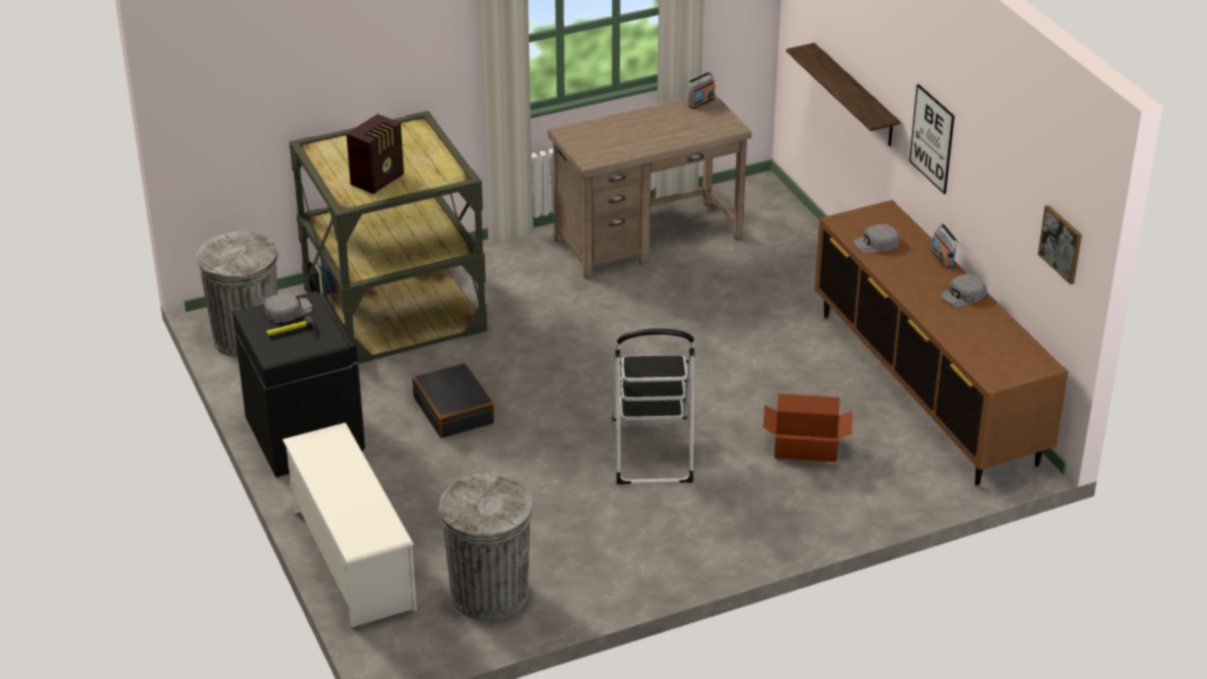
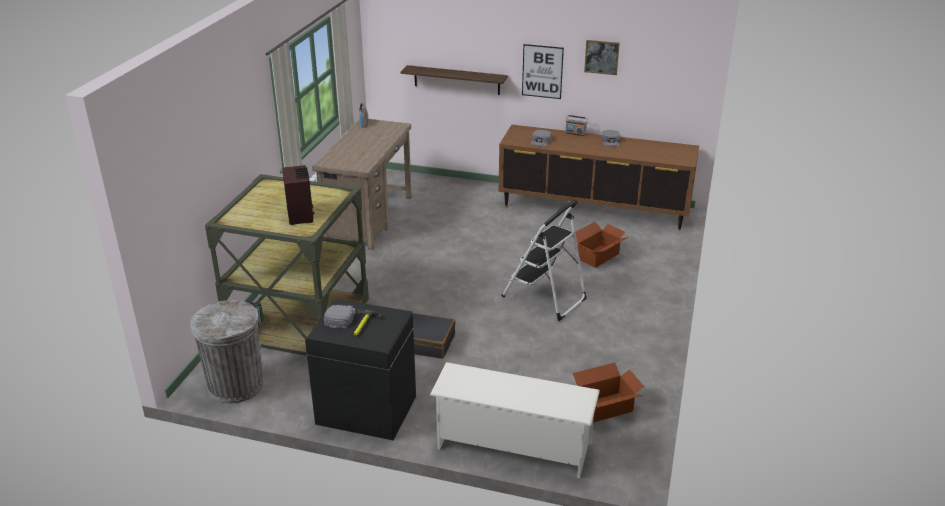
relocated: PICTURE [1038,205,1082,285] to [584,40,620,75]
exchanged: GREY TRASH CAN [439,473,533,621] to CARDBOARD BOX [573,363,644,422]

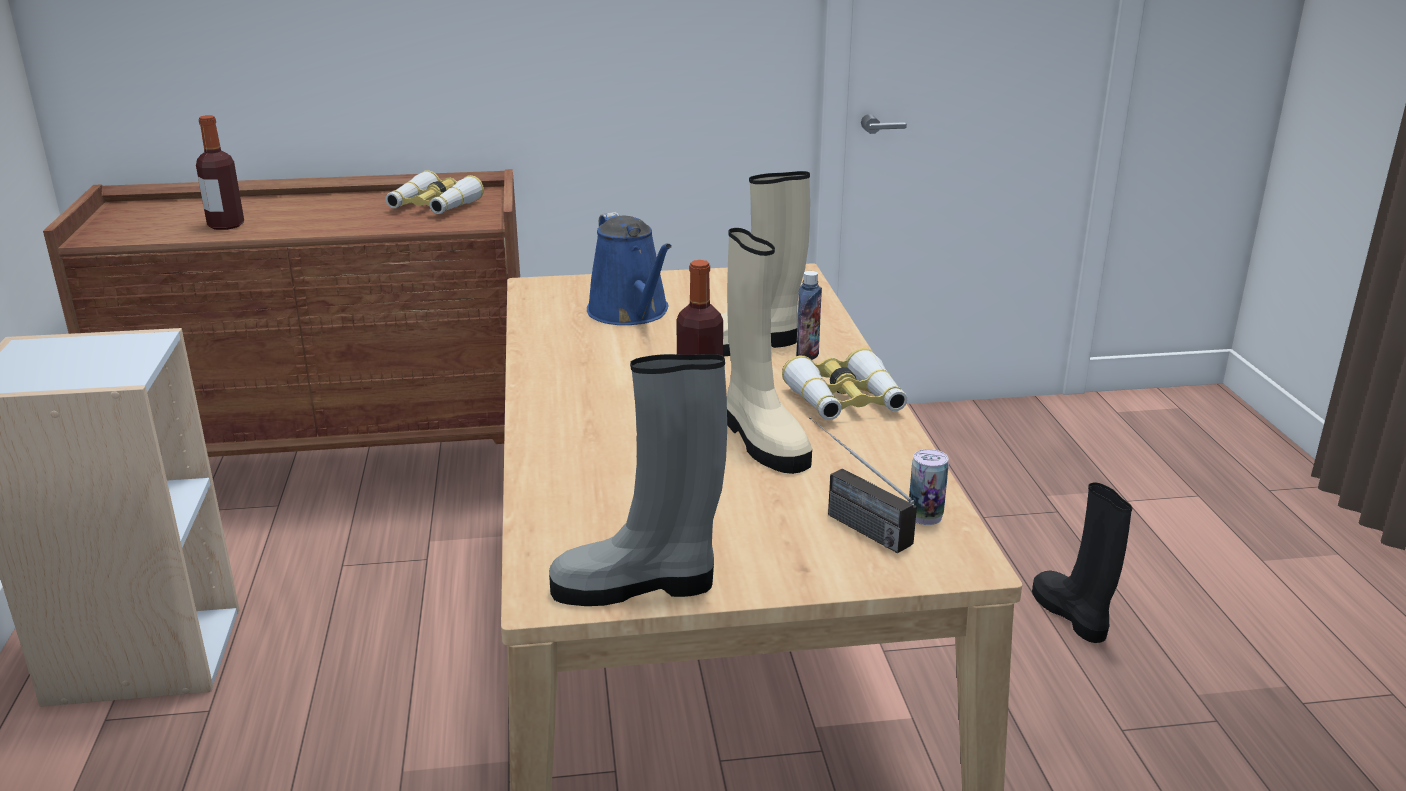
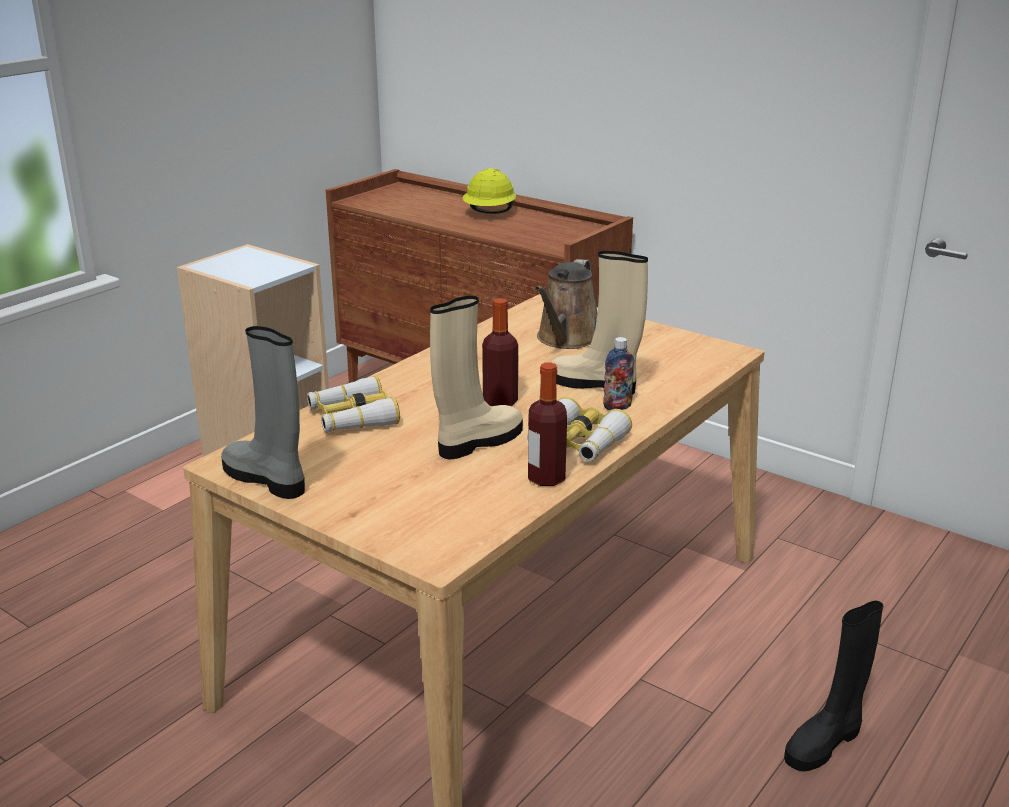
missing: RADIO [809,417,917,553]; CAN [909,449,949,525]
appeared: YELLOW HARD HAT [463,168,516,214]
relocated: BOTTLE [196,115,244,230] to [528,362,567,486]; BINOCULARS [386,170,484,214] to [307,376,400,432]
colour: BLUE WATERING CAN [587,212,672,325] to BROWN WATERING CAN [535,259,598,349]
spun: BEIGE BOOT [727,228,812,474] = [430,296,523,460] 150 degrees counterclockwise; BLACK BOOT [1032,482,1132,643] = [784,601,883,771] 150 degrees counterclockwise

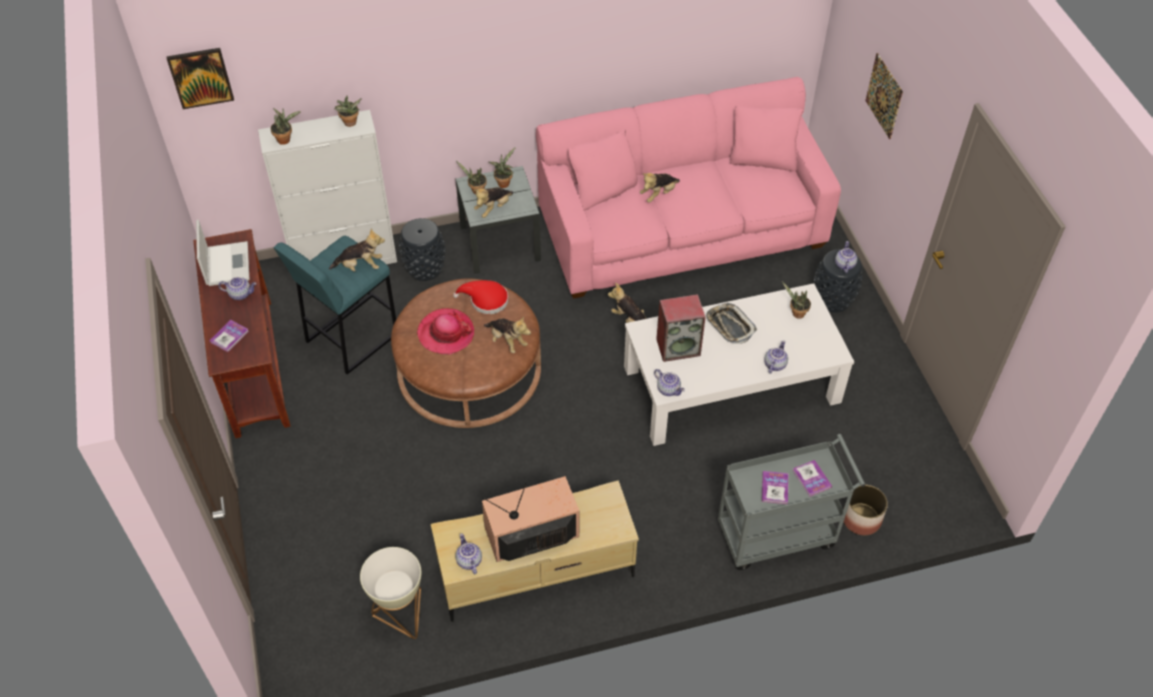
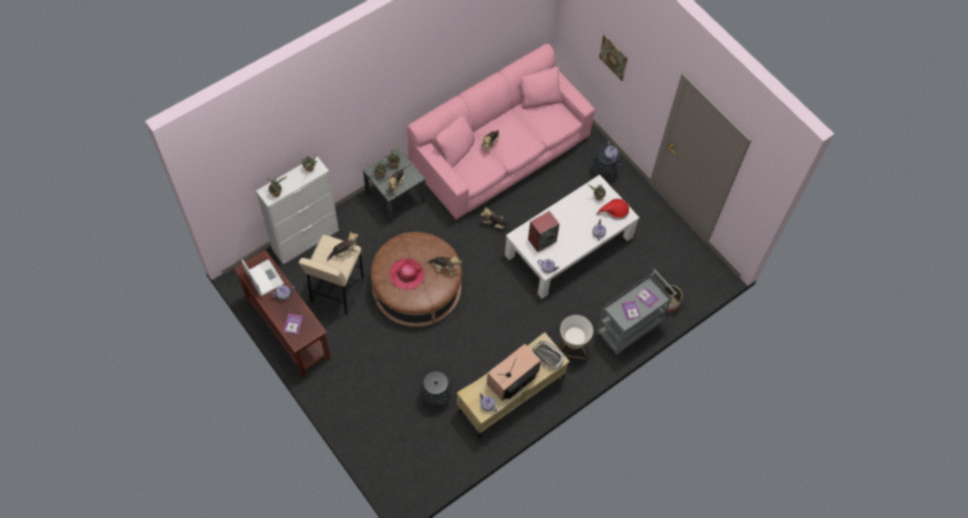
missing: PICTURE [166,48,234,109]
relocated: PLANTER [360,547,421,639] to [559,315,593,359]; BLACK STOOL [399,218,446,281] to [420,371,452,407]; RED HAT [453,280,509,314] to [596,199,629,220]; TRAY [705,303,757,344] to [532,341,565,370]
colour: TURQUOISE STOOL [273,236,396,375] to BEIGE STOOL [299,235,364,315]

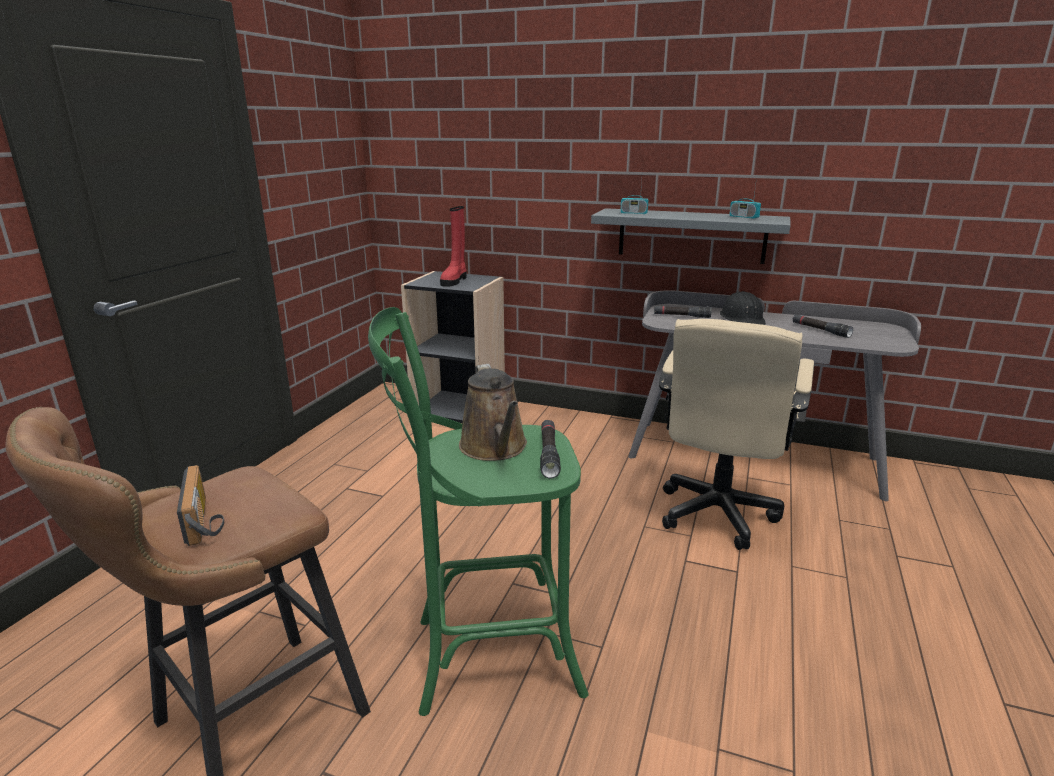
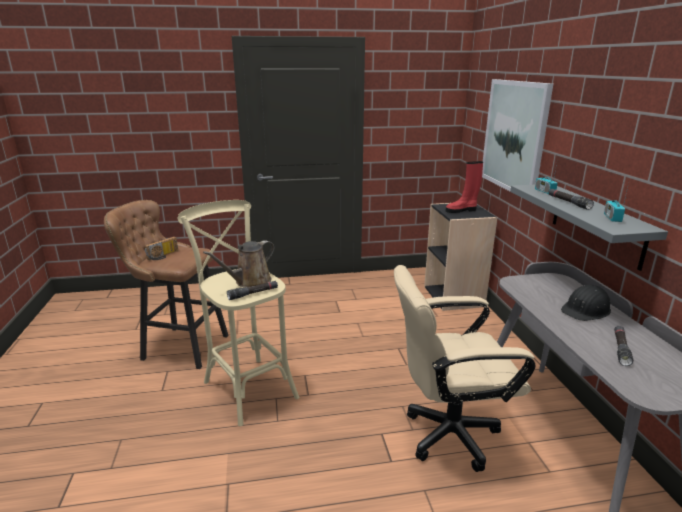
appeared: PICTURE [482,79,553,191]
relocated: BLACK FLASHLIGHT [654,306,712,318] to [549,189,594,210]
colour: GREEN STOOL [368,307,589,716] to BEIGE STOOL [178,200,299,426]

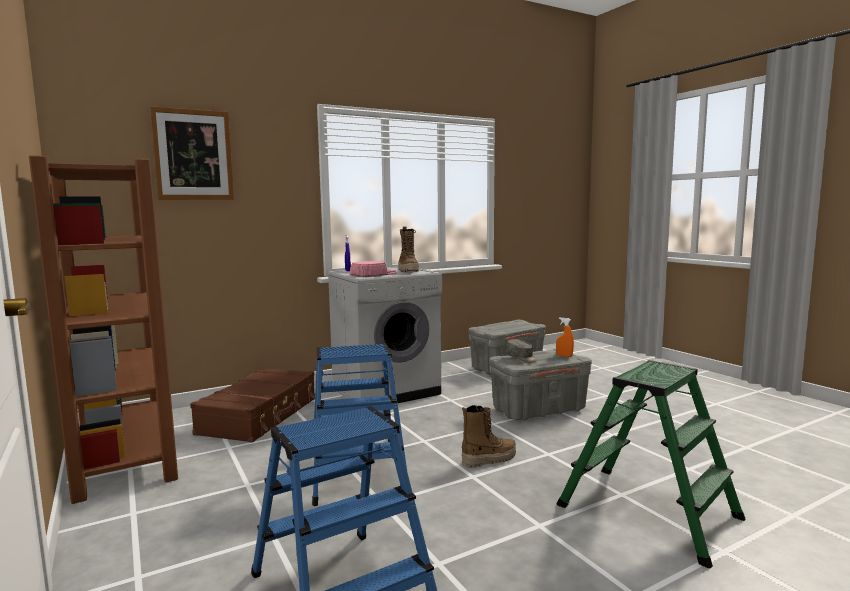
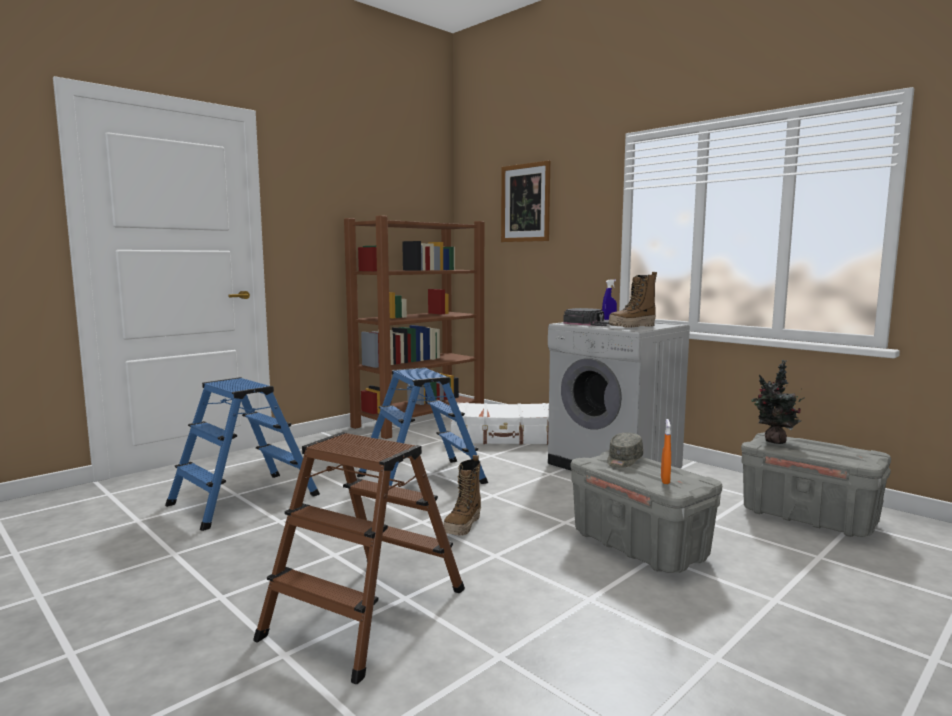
appeared: POTTED PLANT [751,360,805,444]
colour: BROWN SUITCASE [190,368,315,443] to WHITE SUITCASE [450,402,549,445]; PINK CAP [350,261,396,277] to BLACK CAP [563,308,609,326]; GREEN STEP LADDER [557,360,746,568] to BROWN STEP LADDER [253,432,465,684]
spun: BOOT [462,405,516,468] = [444,455,481,535] 60 degrees clockwise

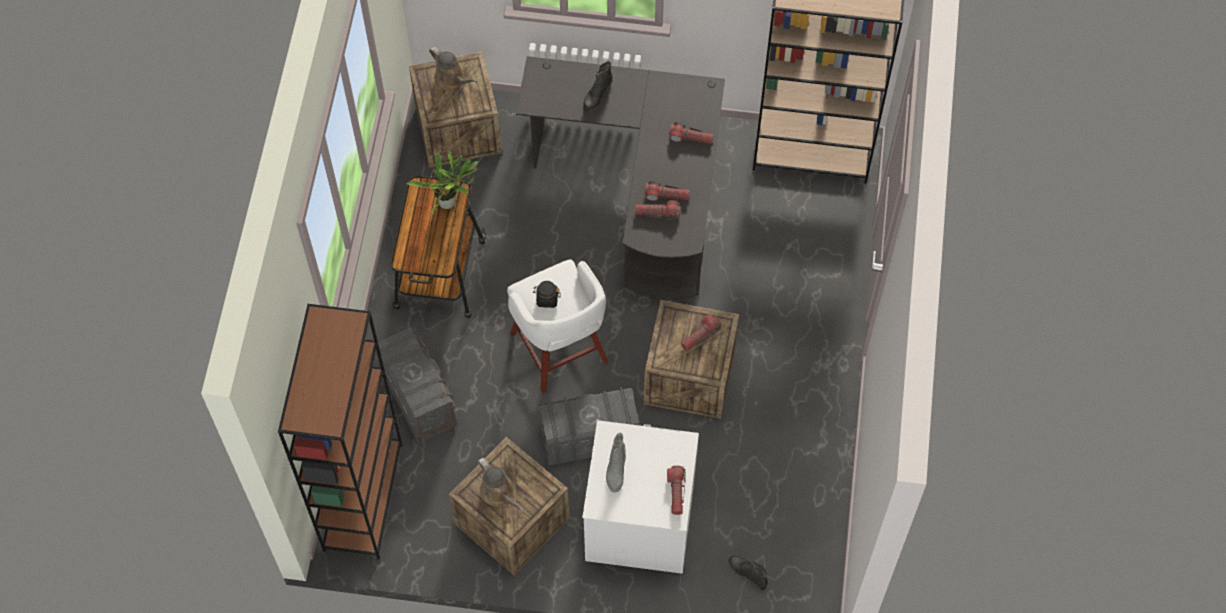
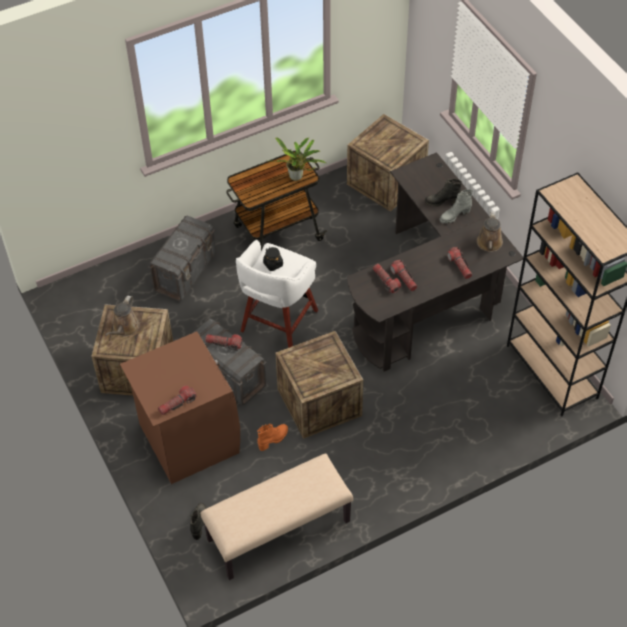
missing: BROWN BOOKCASE [278,304,403,560]
appeared: BEIGE BENCH [201,453,353,580]; ORANGE BOOT [257,423,288,451]
relocated: BROWN WATERING CAN [429,47,478,91] to [477,211,503,252]; GREY BOOT [606,433,626,493] to [440,189,473,224]; FLASHLIGHT [681,314,722,351] to [206,334,242,351]
colour: WHITE WASHING MACHINE [582,420,699,574] to BROWN WASHING MACHINE [120,331,240,484]

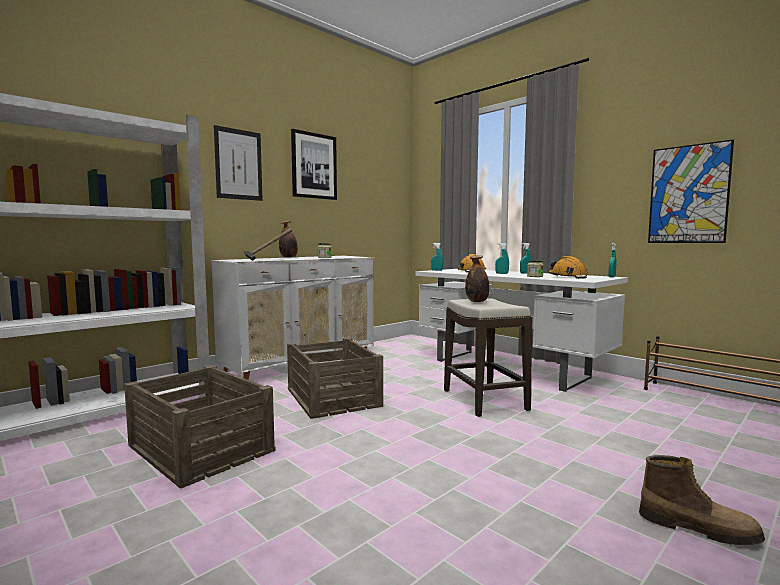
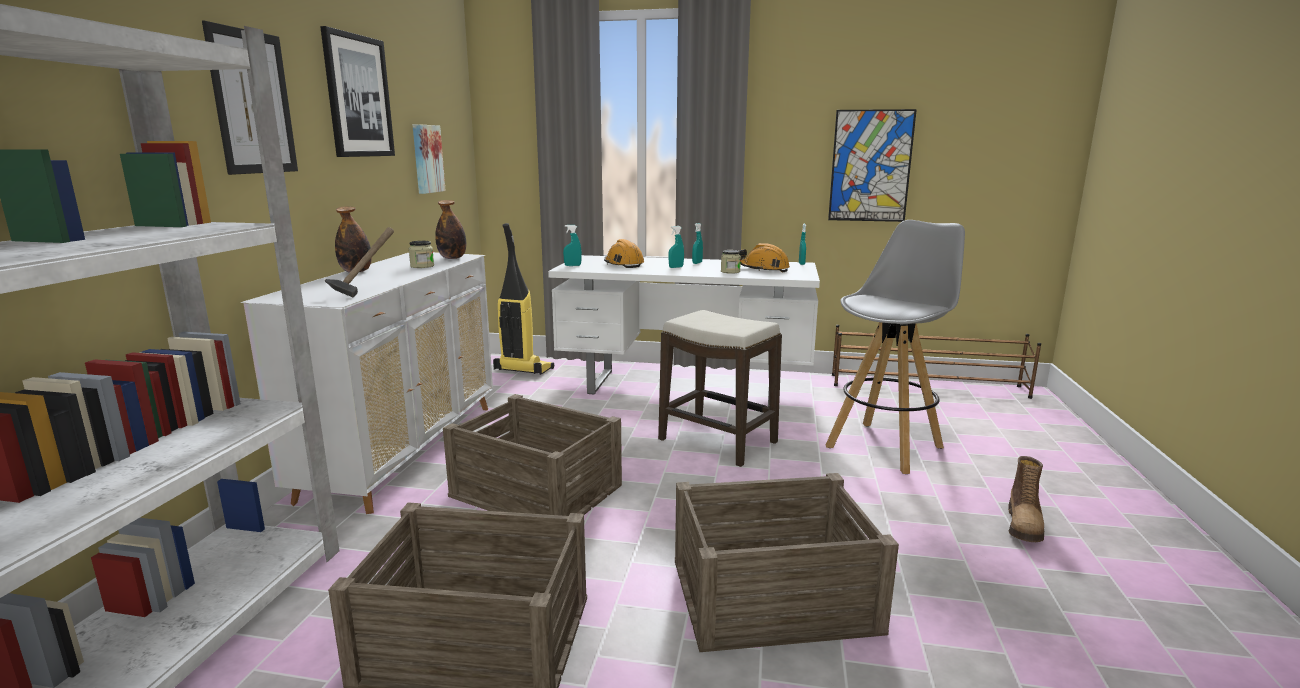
appeared: PICTURE [413,124,446,194]; VACUUM CLEANER [493,223,554,375]; CRATE [675,473,899,652]; GREY STOOL [826,220,965,474]
relocated: BOTTLE [465,255,490,302] to [435,200,466,259]
spun: BOOT [639,455,765,545] = [1008,456,1044,542] 120 degrees clockwise

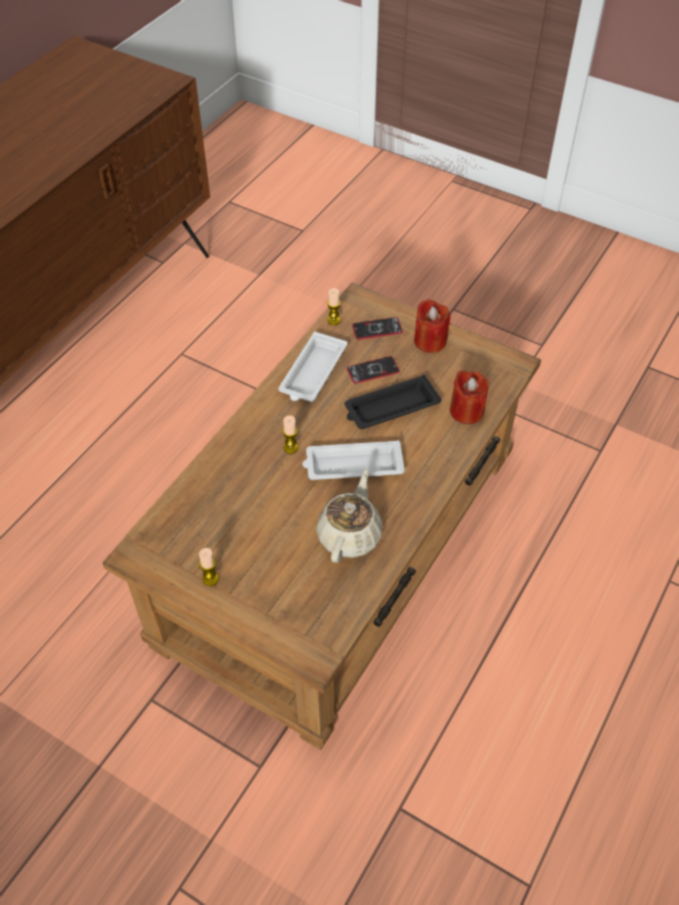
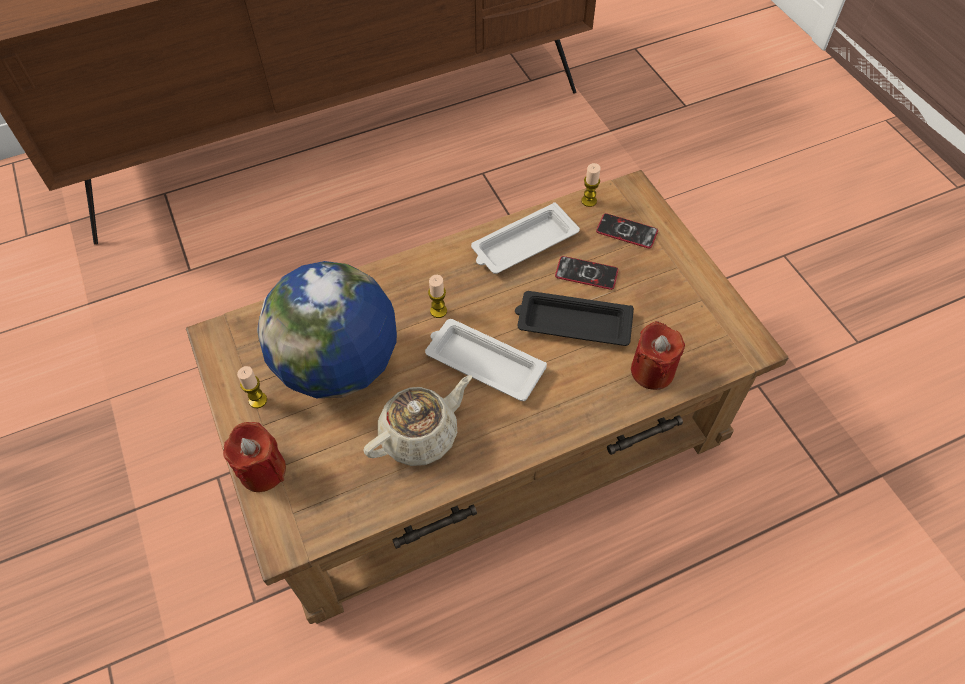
appeared: GLOBE [257,261,397,398]
relocated: RED CANDLE [414,299,450,353] to [223,422,286,492]

